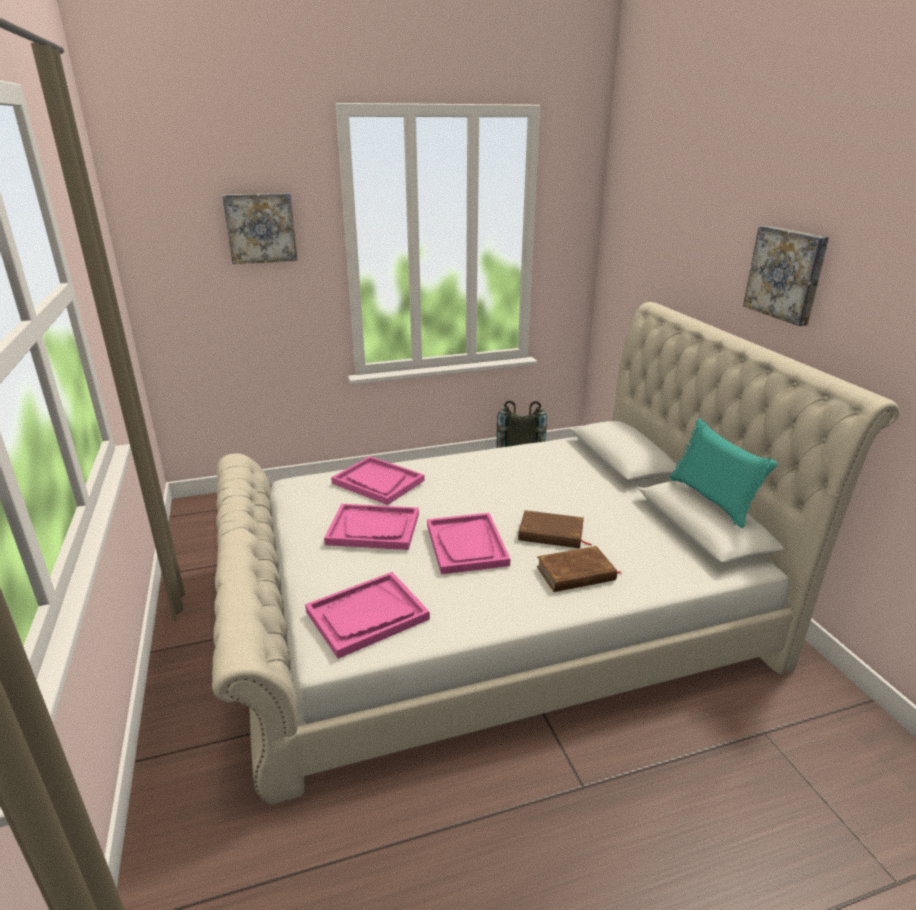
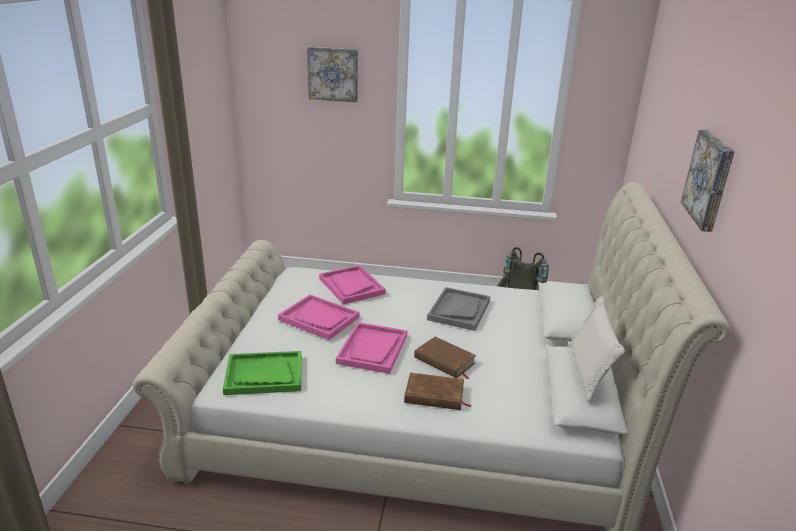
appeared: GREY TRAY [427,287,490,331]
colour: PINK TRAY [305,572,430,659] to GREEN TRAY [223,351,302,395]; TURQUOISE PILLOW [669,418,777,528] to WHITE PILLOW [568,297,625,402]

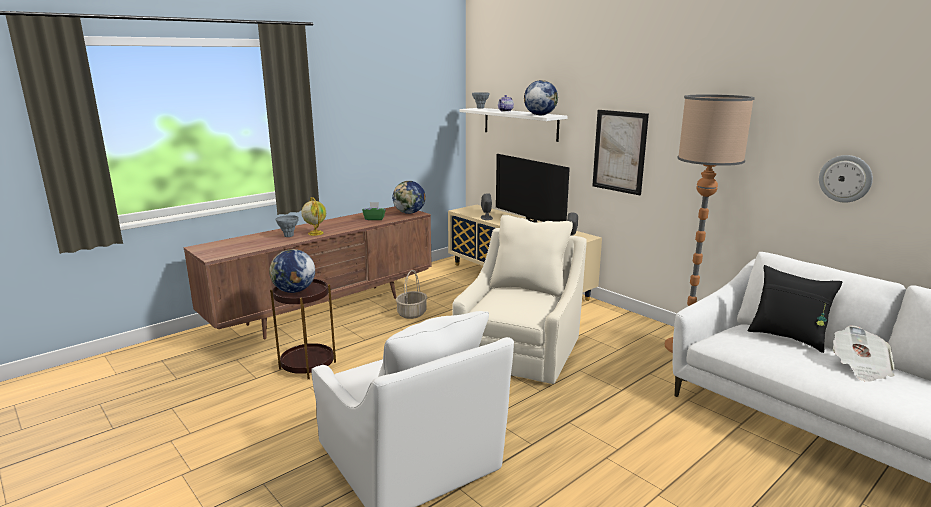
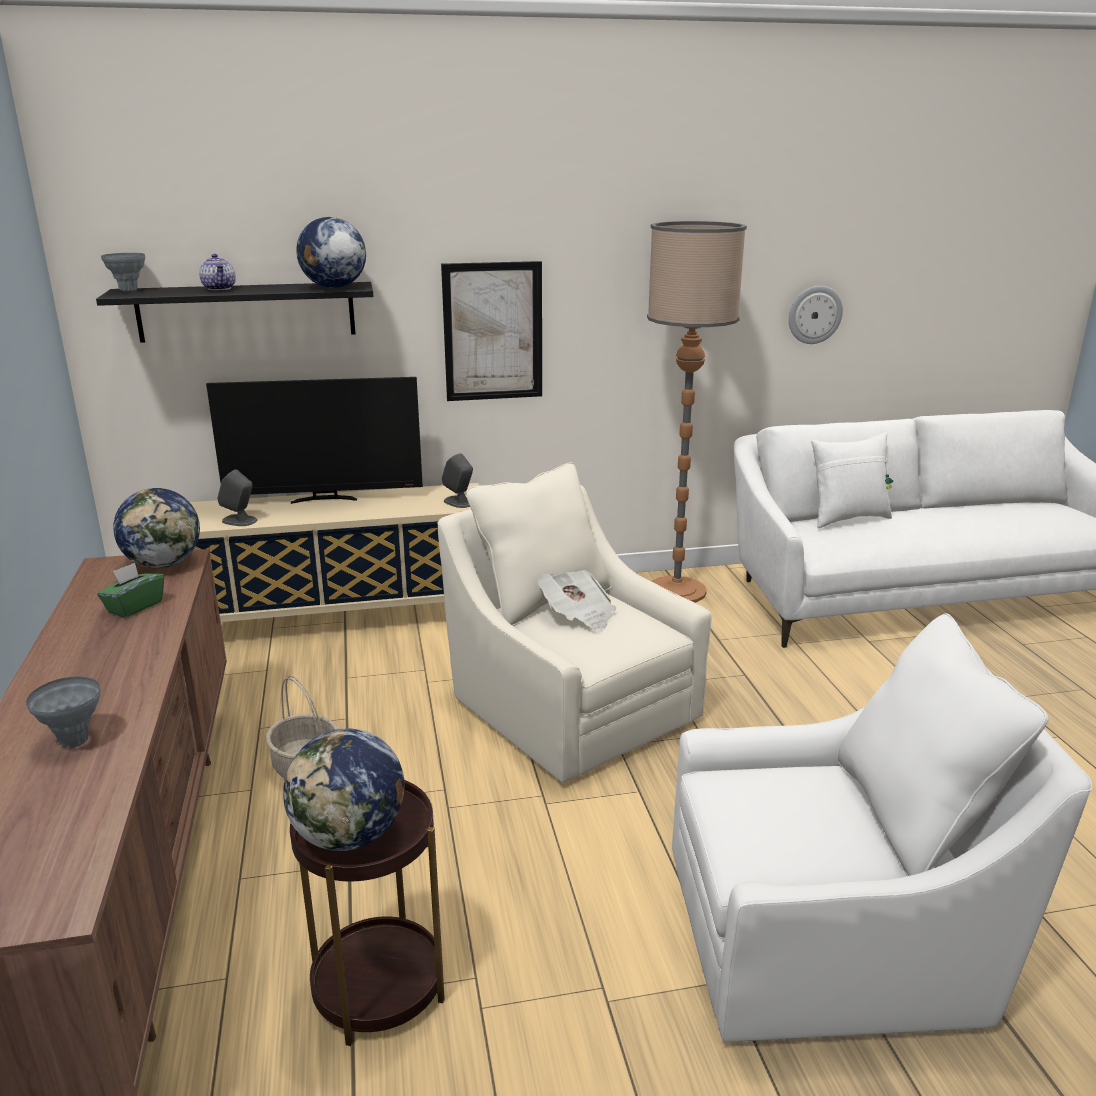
missing: GLOBE [301,197,326,236]
relocated: NEWSPAPER [833,326,894,382] to [538,570,616,631]
colour: WHITE SHELF [460,108,567,142] to BLACK SHELF [96,282,373,343]; BLACK PILLOW [748,265,843,353] to WHITE PILLOW [811,433,894,528]

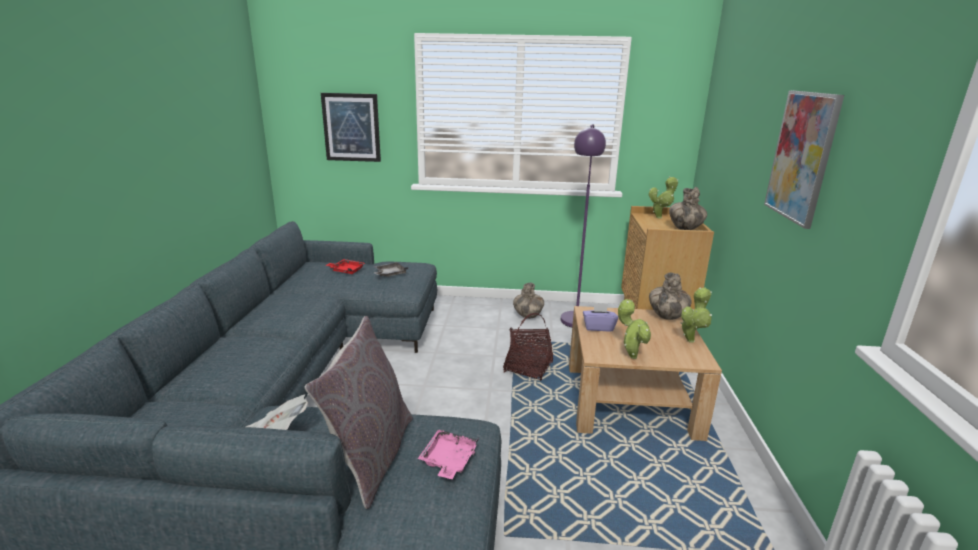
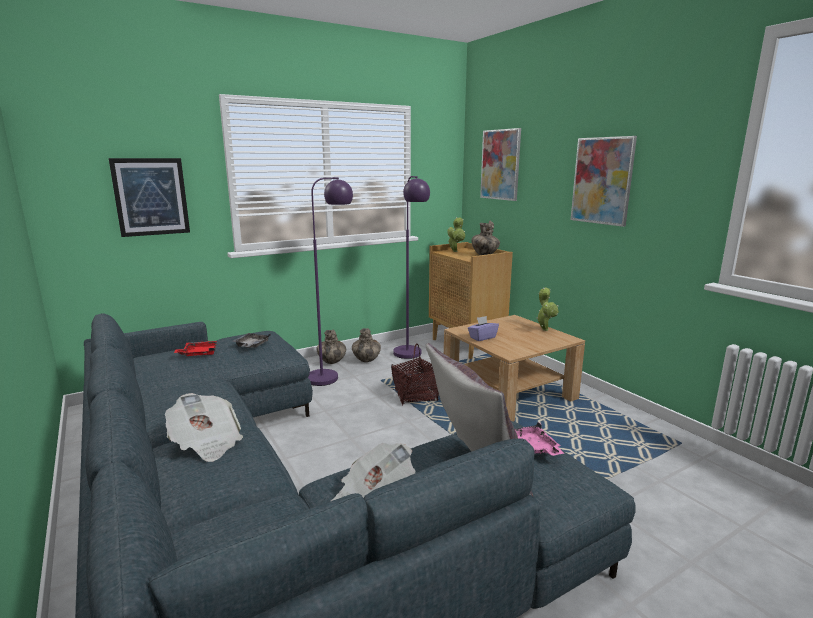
missing: POTTED PLANT [618,299,651,359]
appeared: NEWSPAPER [165,393,243,462]; PURPLE FLOOR LAMP [308,177,353,386]; PICTURE [480,128,521,201]
relocated: VASE [649,272,692,320] to [316,330,346,364]

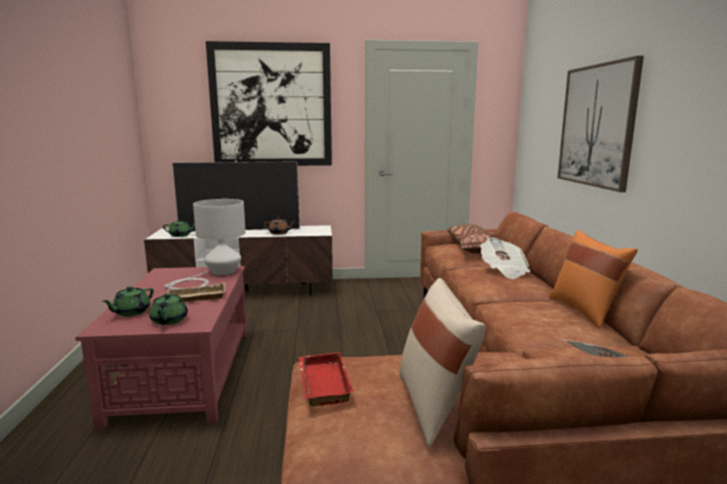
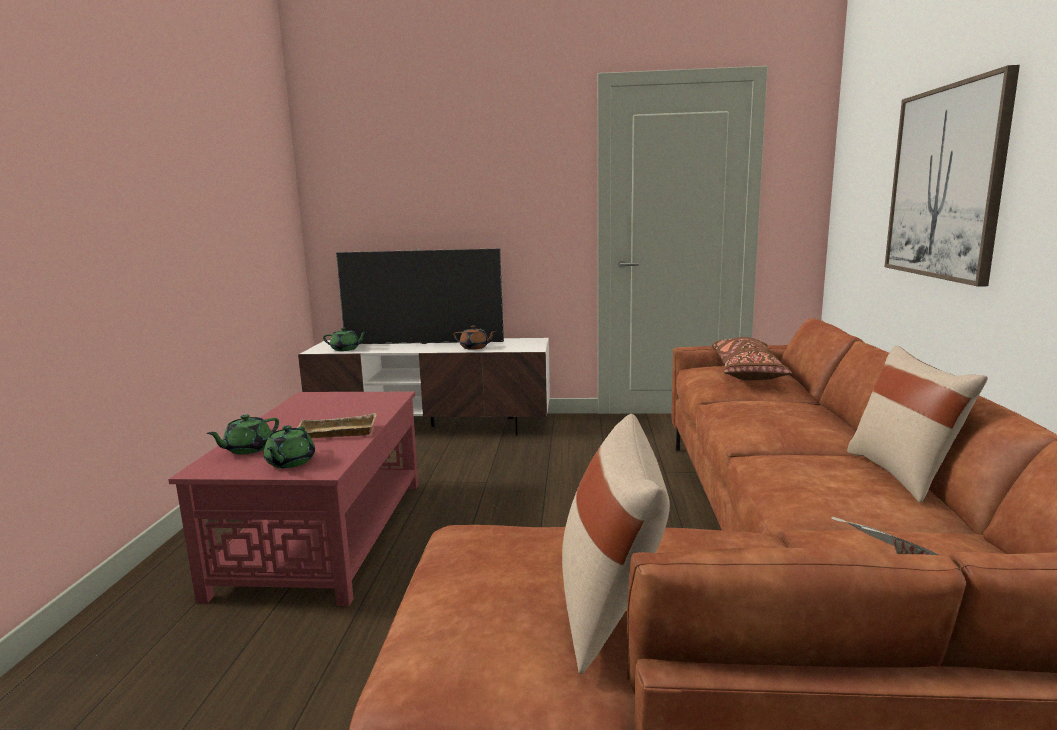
missing: GREY TABLE LAMP [164,199,246,289]; PICTURE [206,41,332,166]; RED TRAY [299,352,354,406]; NEWSPAPER [480,238,530,279]
colour: ORANGE PILLOW [549,230,638,328] to BEIGE PILLOW [847,345,988,503]

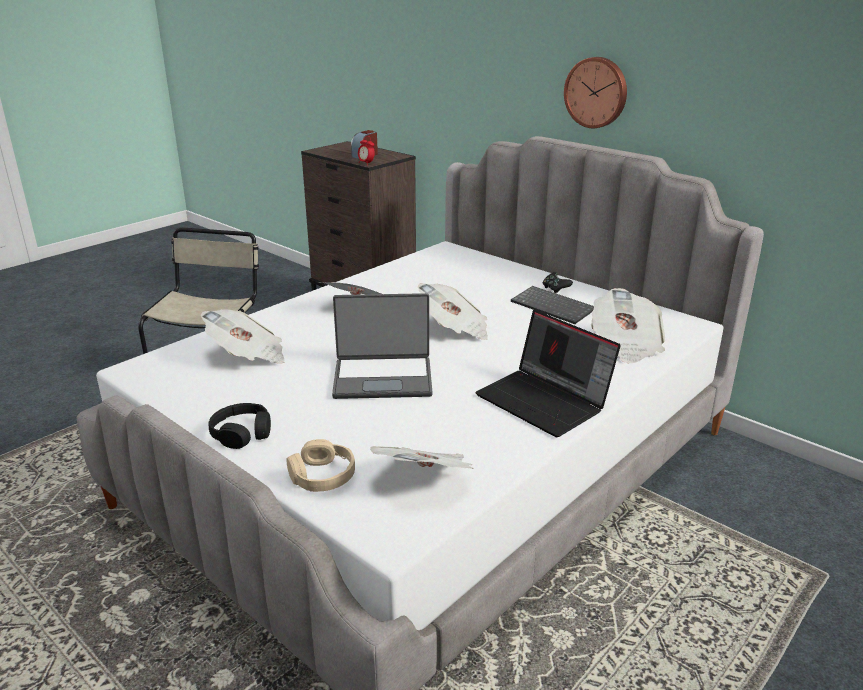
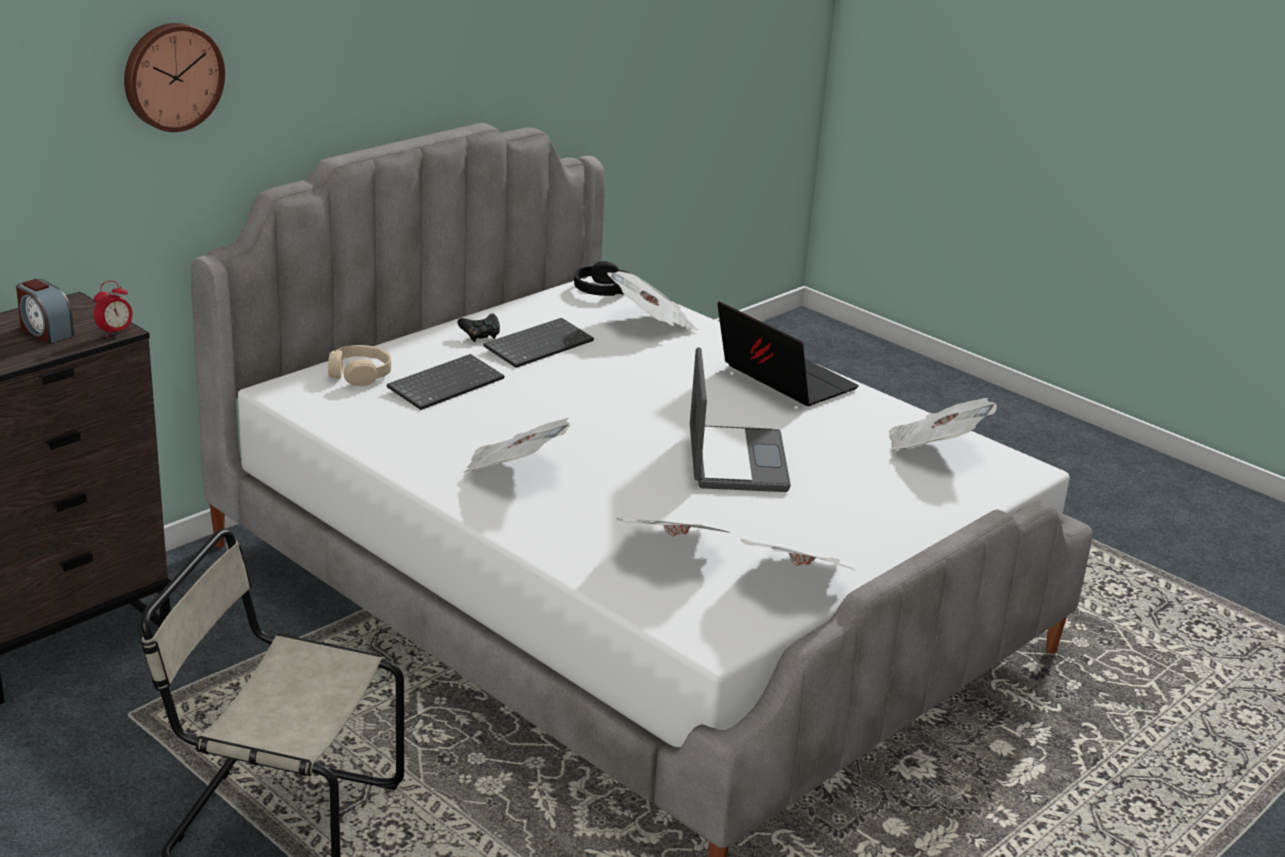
appeared: KEYBOARD [387,354,505,410]
relocated: BLACK HEADPHONES [208,403,271,449] to [574,261,631,296]; BEIGE HEADPHONES [286,439,355,492] to [328,345,391,386]; NEWSPAPER [418,283,488,340] to [740,539,852,569]; WALL CLOCK [564,57,627,128] to [124,23,225,132]
spun: LAPTOP [475,310,621,437] = [717,301,859,406] 90 degrees counterclockwise

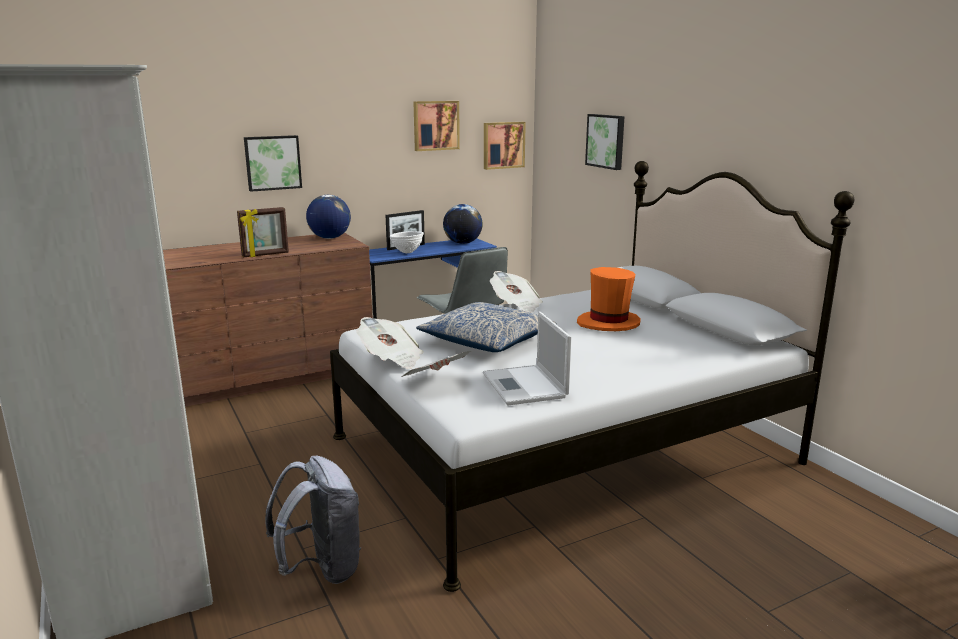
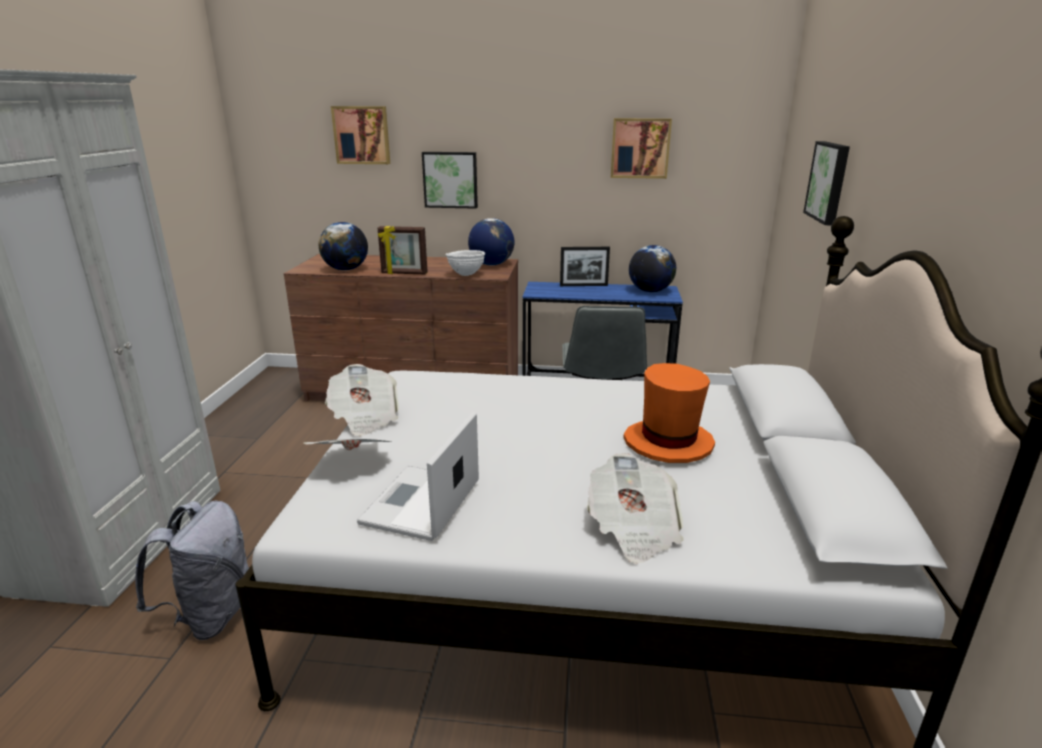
missing: PILLOW [416,302,556,352]
appeared: GLOBE [319,222,368,271]
relocated: WHITE BOWL [390,231,424,253] to [445,250,485,276]; PICTURE [484,122,526,170] to [331,106,390,164]; NEWSPAPER [490,271,543,313] to [587,453,684,564]

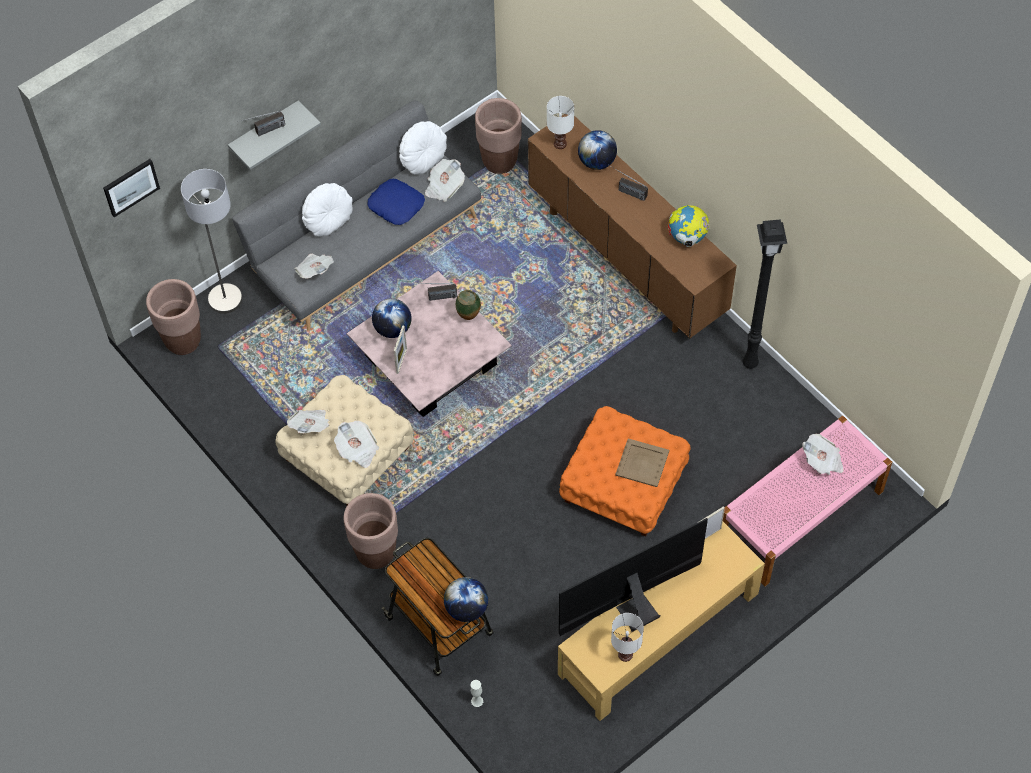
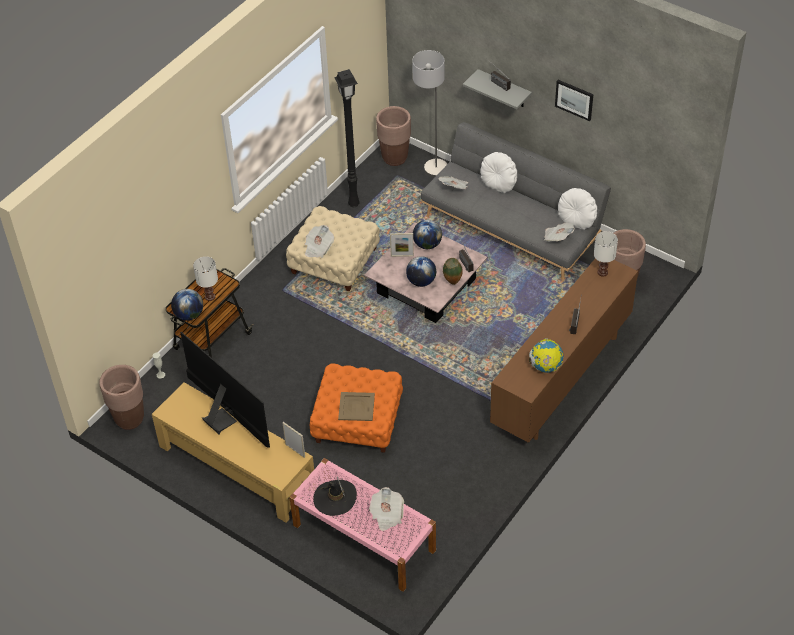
missing: NEWSPAPER [287,410,329,433]; BLUE PILLOW [368,179,425,225]
appeared: BLACK HAT [313,476,357,516]
relocated: PICTURE [103,159,160,217] to [555,80,593,121]; BROWN PLANTER [344,493,398,569] to [99,365,144,430]; GLOBE [578,130,617,170] to [406,256,436,287]; WHITE TABLE LAMP [611,613,644,662] to [193,256,218,301]; BLACK FLOOR LAMP [743,220,787,369] to [334,69,360,207]

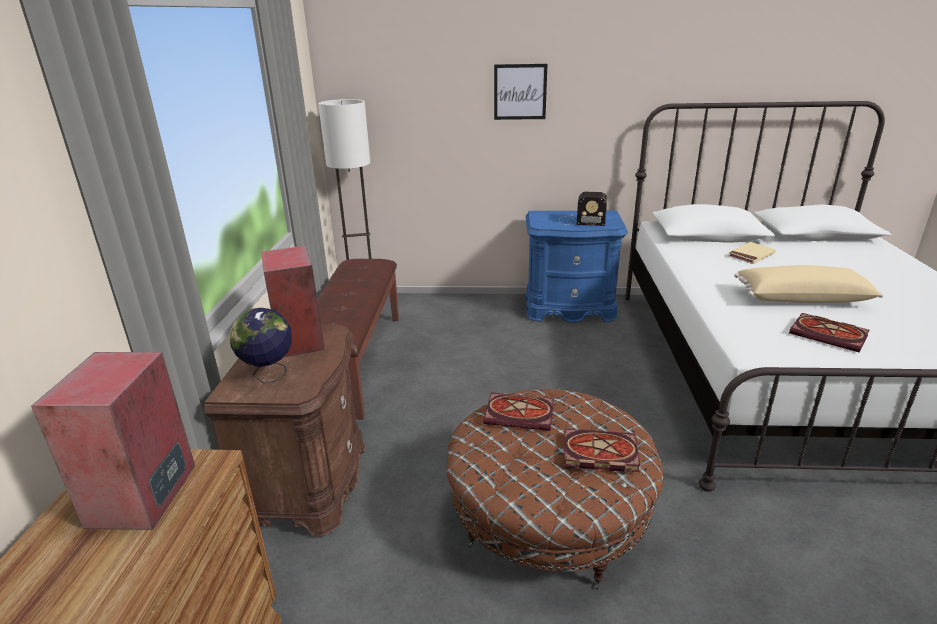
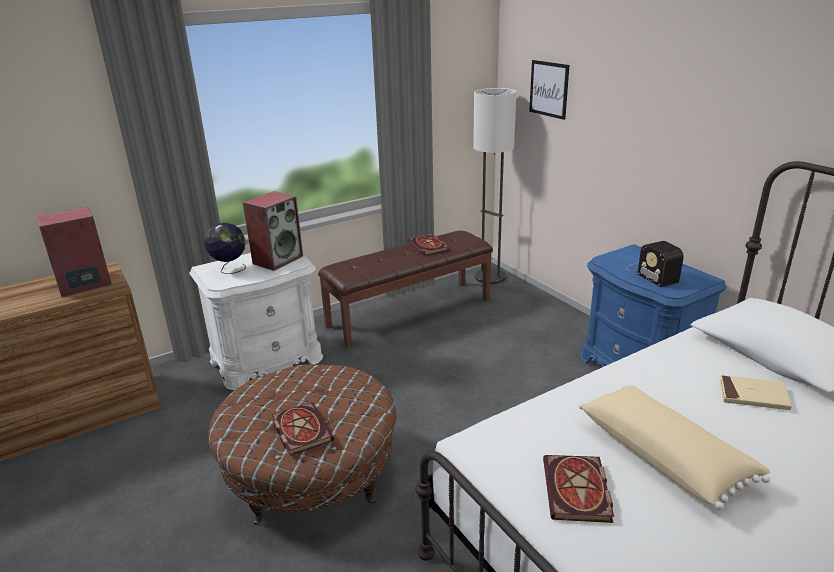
relocated: BOOK [483,392,554,431] to [407,234,449,255]; PICTURE [494,64,547,120] to [529,60,569,120]
colour: BROWN NIGHTSTAND [204,324,365,537] to WHITE NIGHTSTAND [189,253,323,390]

